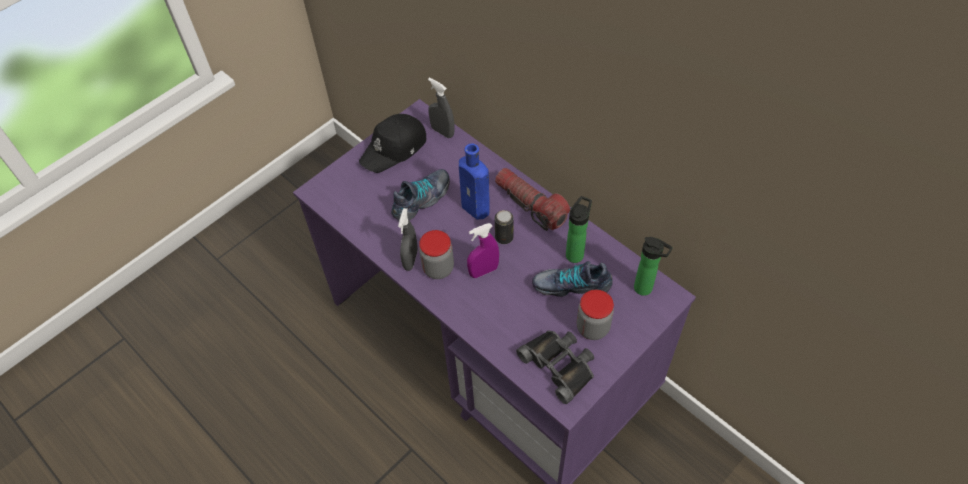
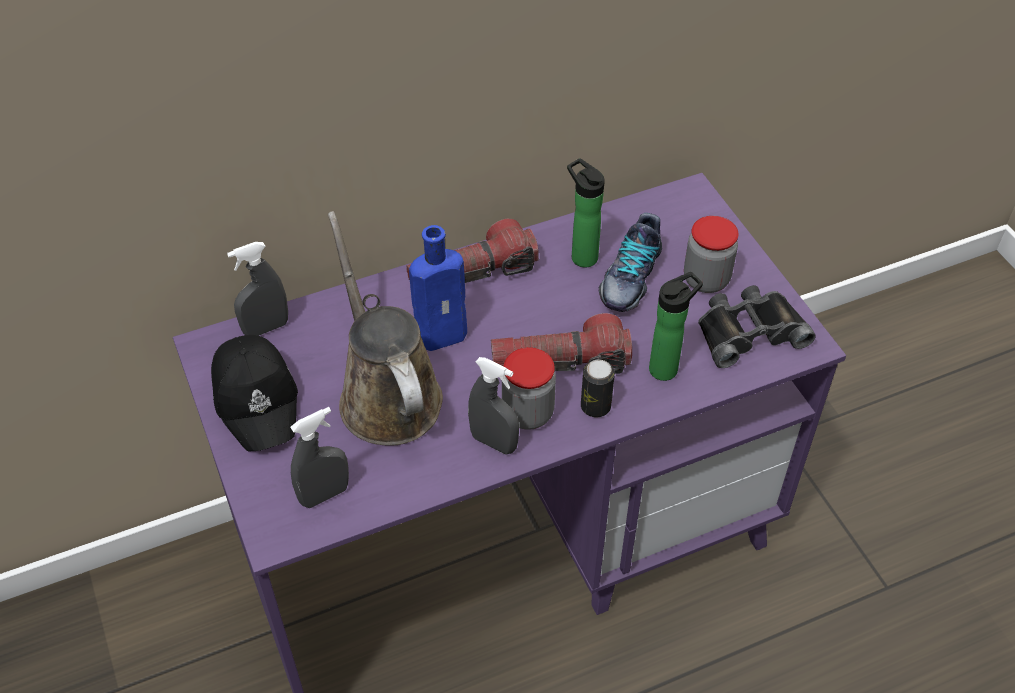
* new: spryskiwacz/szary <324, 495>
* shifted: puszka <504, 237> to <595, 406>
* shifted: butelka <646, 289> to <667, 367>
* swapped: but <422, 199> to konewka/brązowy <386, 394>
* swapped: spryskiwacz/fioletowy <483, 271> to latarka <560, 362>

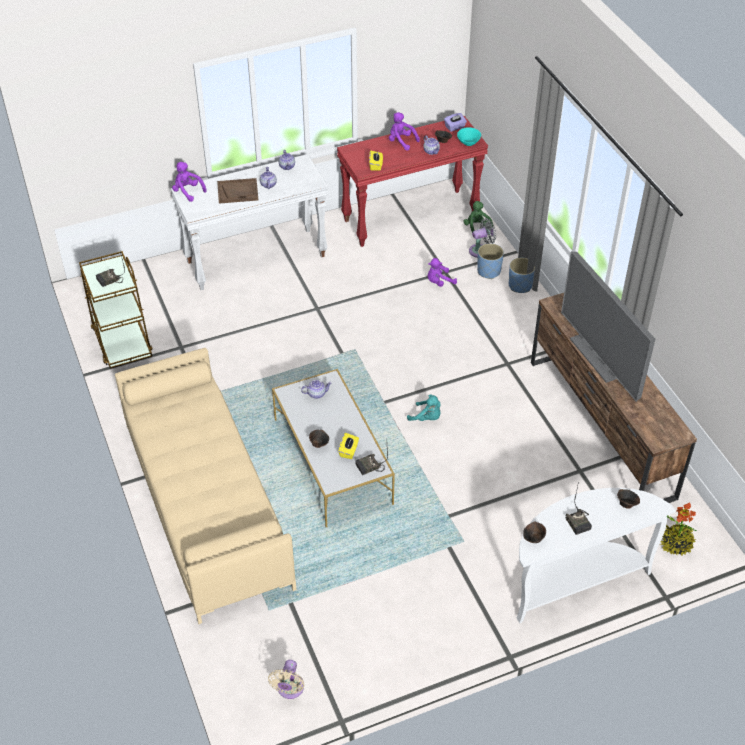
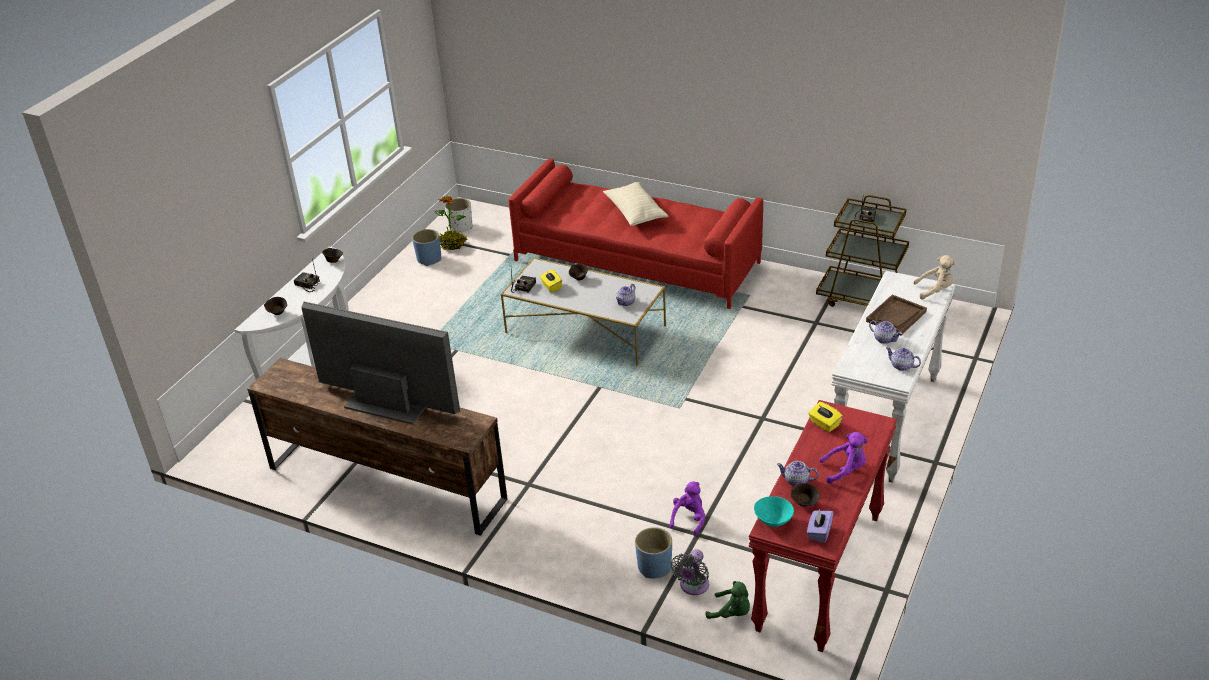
* gone: pluszak/turkusowy <427, 418>
* new: poduszka/beżowy <635, 213>
* shifted: donica/niebieski <520, 286> to <429, 259>
* shifted: roślina doniczkowa <676, 544> to <453, 245>
* swapped: wentylator/beżowy <289, 689> to donica/biały <460, 227>
* repainted: kanapa/beżowy <205, 503> to kanapa/czerwony <637, 261>
* repainted: pluszak/fioletowy <187, 191> to pluszak/beżowy <935, 290>

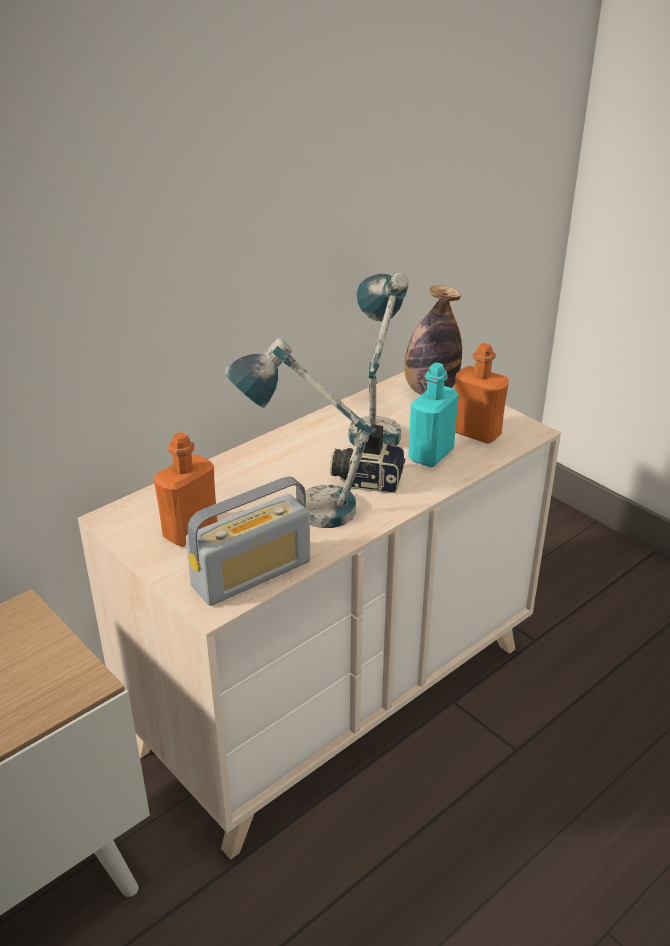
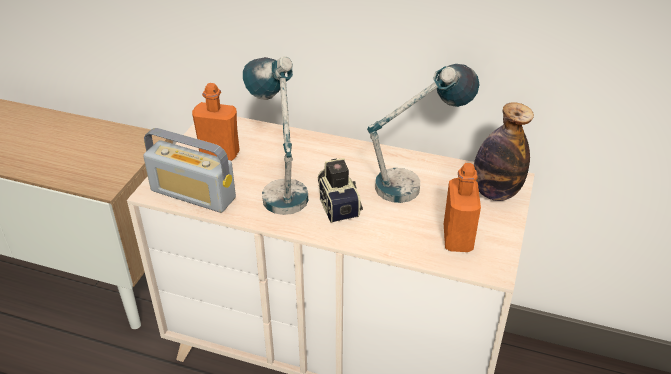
* gone: butelka/turkusowy <431, 455>

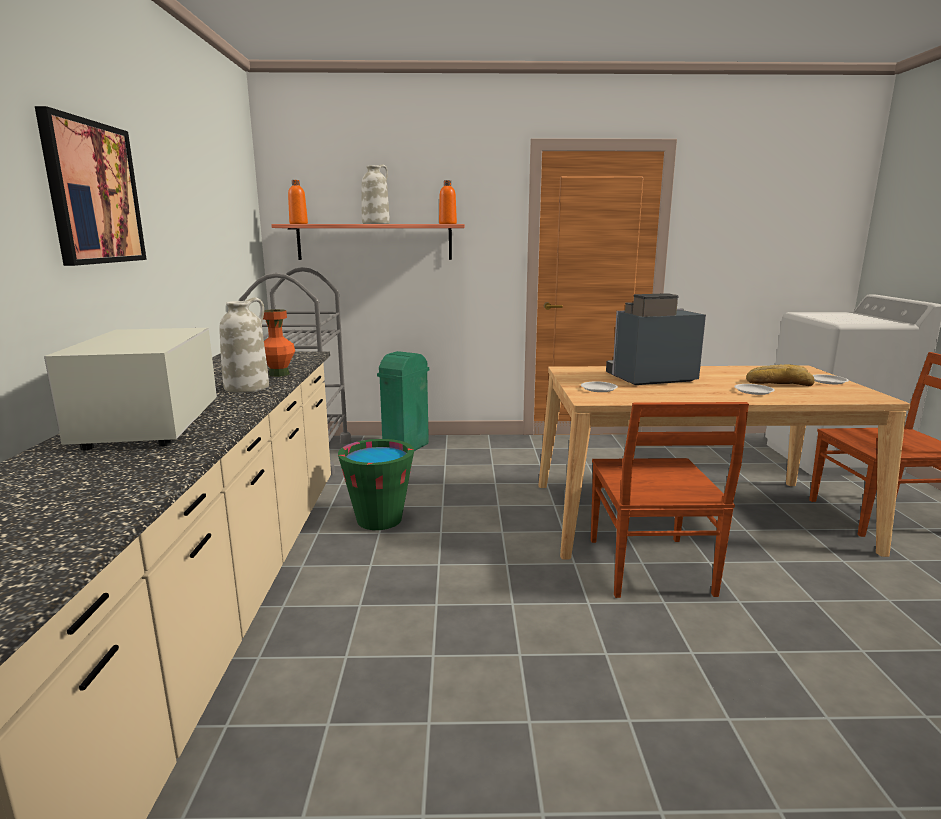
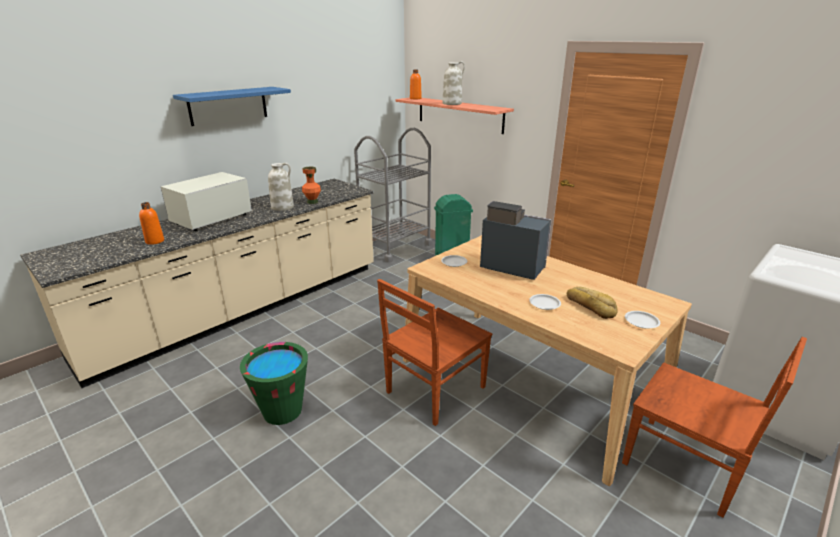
* shifted: wiadro/zielony <379, 520> to <282, 411>
* shifted: butelka/pomarańczowy <447, 224> to <155, 241>
* swapped: obraz <93, 193> to półka/niebieski <228, 105>

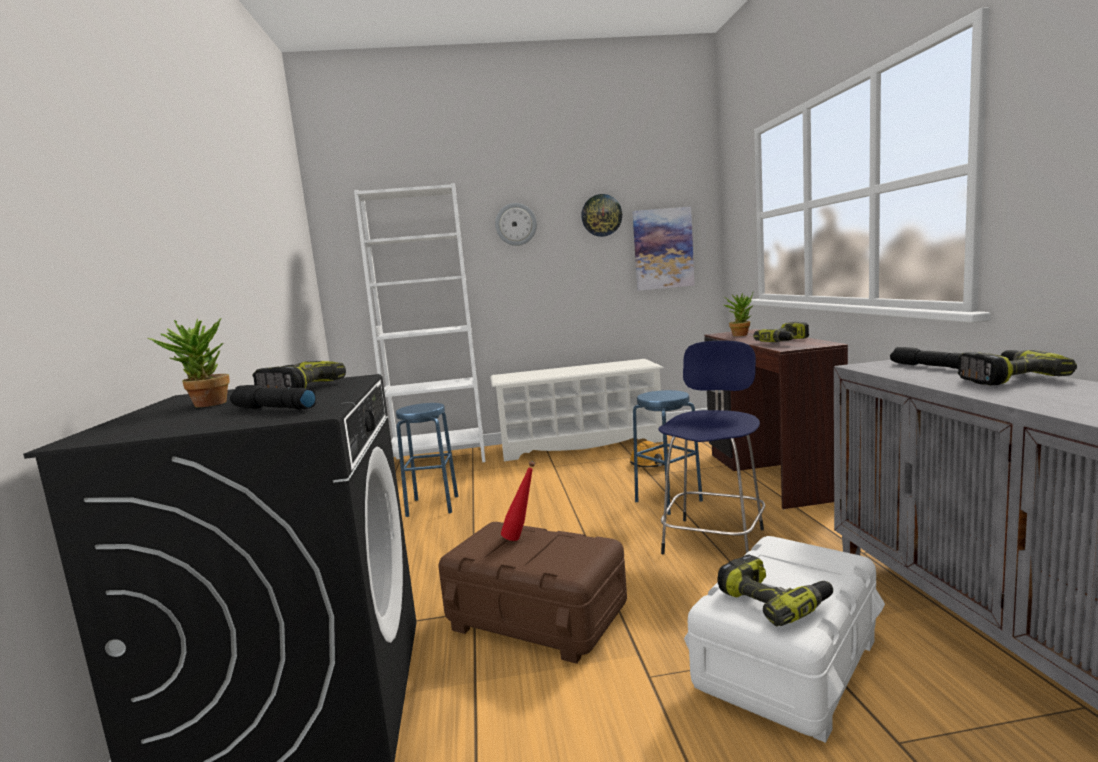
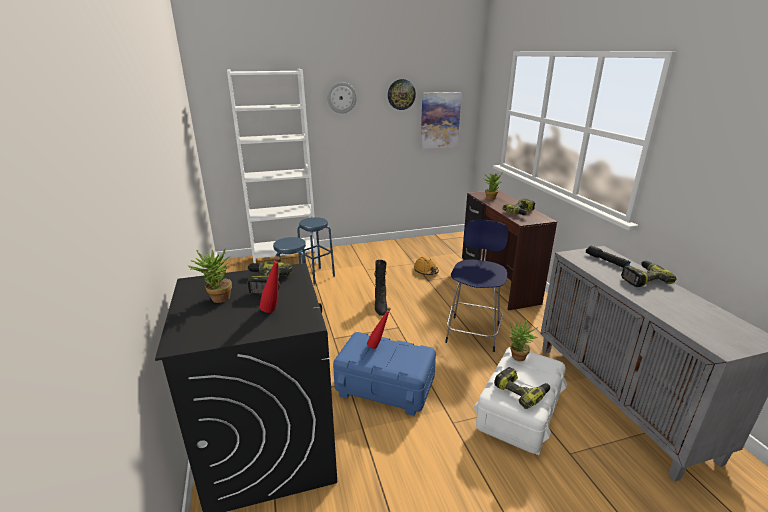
* gone: regał na buty/biały <580, 444>
* new: but z cholewką/czarny <380, 306>
* new: roślina doniczkowa <517, 358>
* shifted: stołek/niebieski <668, 501> to <317, 275>
* swapped: latarka/czarny <273, 409> to butelka/czerwony <274, 312>
* repainted: pojemnik do przechowywania/brązowy <536, 617> to pojemnik do przechowywania/niebieski <385, 387>

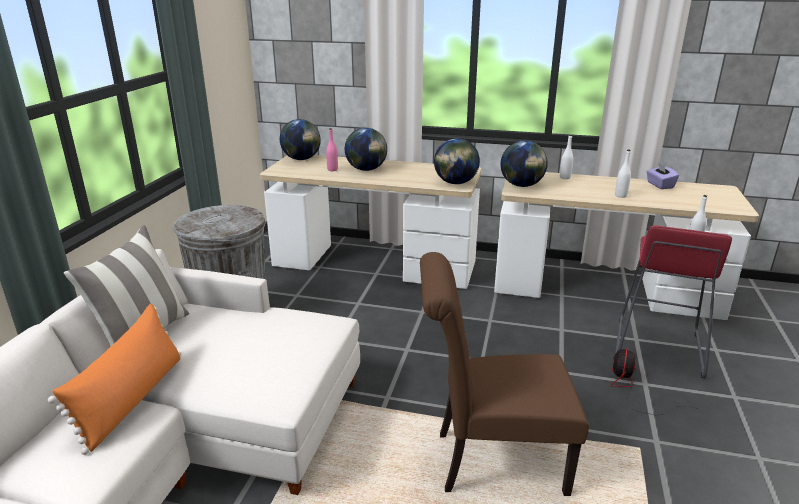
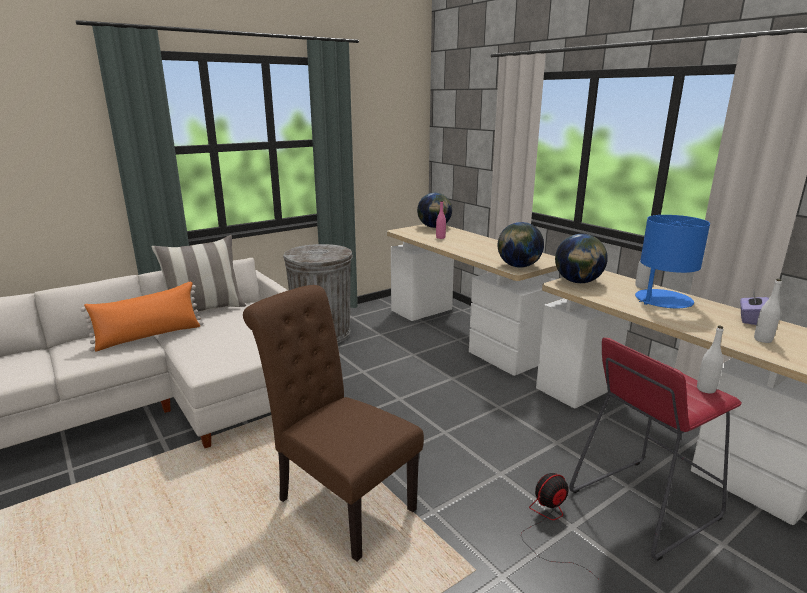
* gone: globus <366, 169>
* new: lampa stołowa/niebieski <662, 300>
* shifted: butelka/biały <620, 196> to <762, 340>

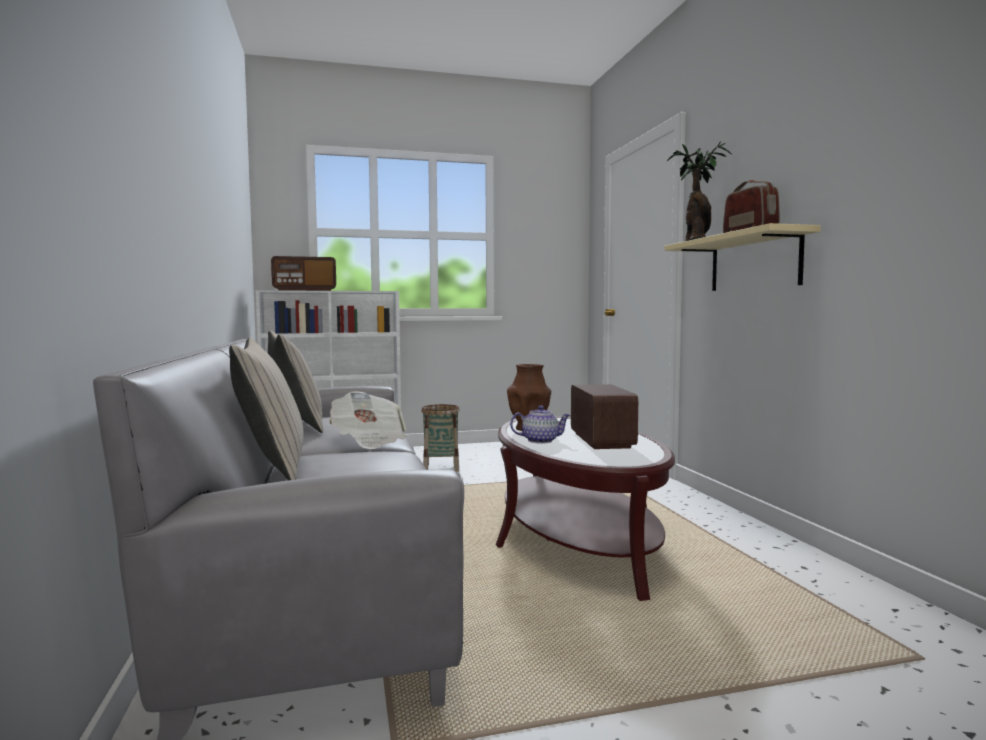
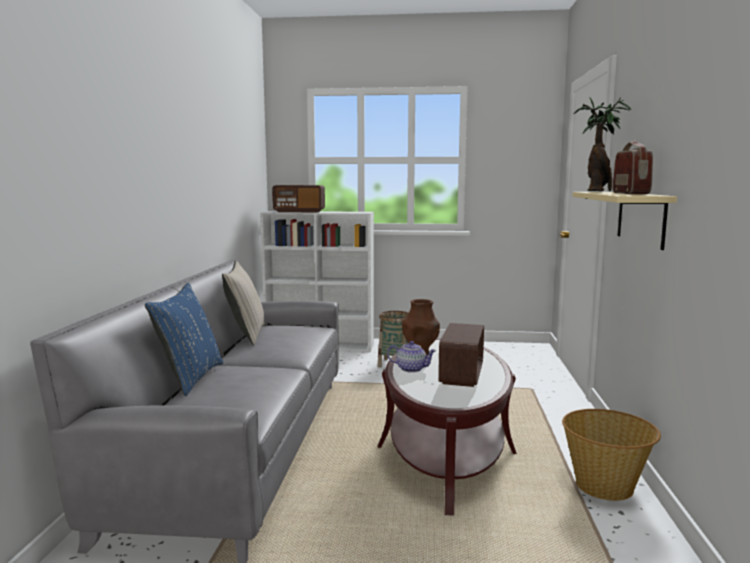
* gone: gazeta <368, 441>
* new: koszyk <605, 486>
* repainted: poduszka/beżowy <272, 468> to poduszka/niebieski <189, 378>

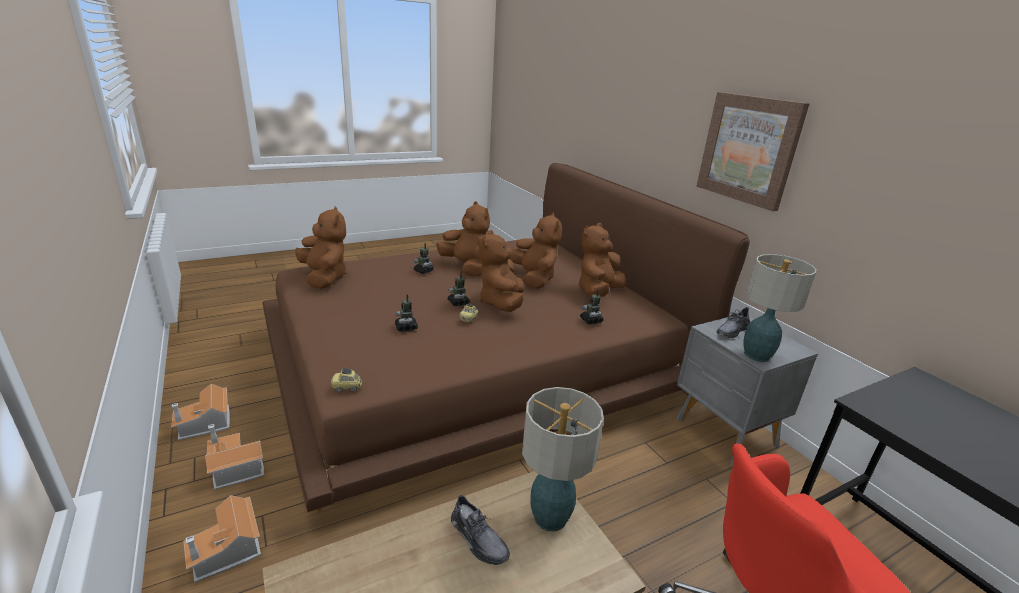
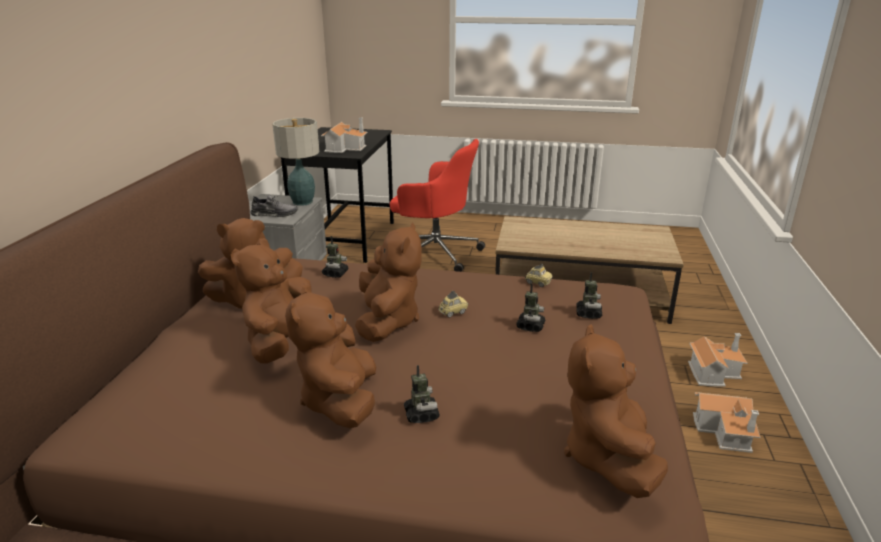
* gone: but/szary <478, 539>
* gone: lampa stołowa <551, 517>
* gone: obraz <749, 149>
* shifted: domek <206, 424> to <345, 148>
* shifted: samochodzik <347, 387> to <538, 283>
* shifted: robot zabawkowy <458, 303> to <588, 314>
* rotated: pluszak/brązowy <501, 303> = <387, 322> 45 degrees counterclockwise

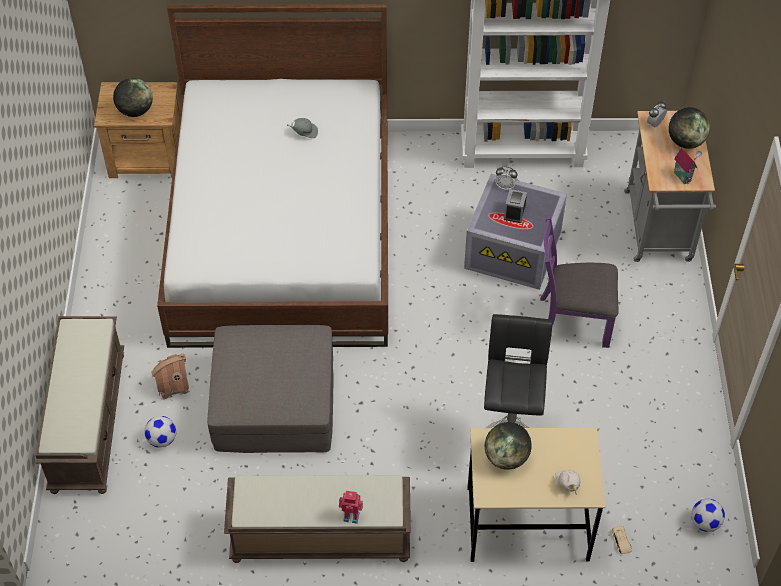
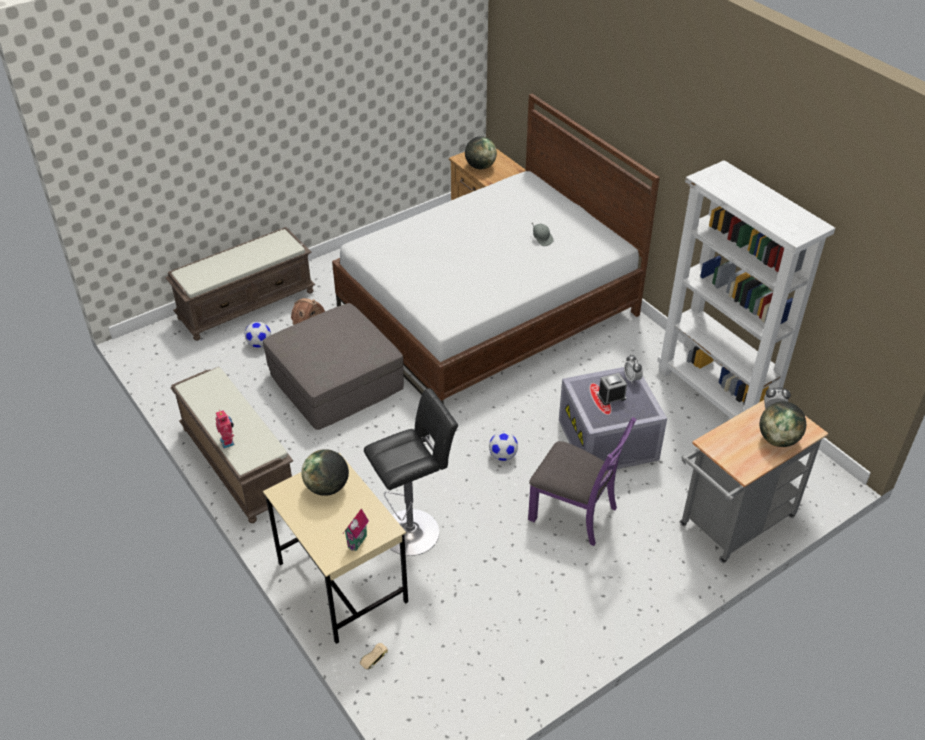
* gone: czapka z daszkiem/biały <567, 484>
* shifted: domek <683, 176> to <358, 542>
* shifted: piłka futbolowa <705, 523> to <502, 456>
* rotated: krzesło/fioletowy <573, 321> = <574, 513> 150 degrees clockwise

